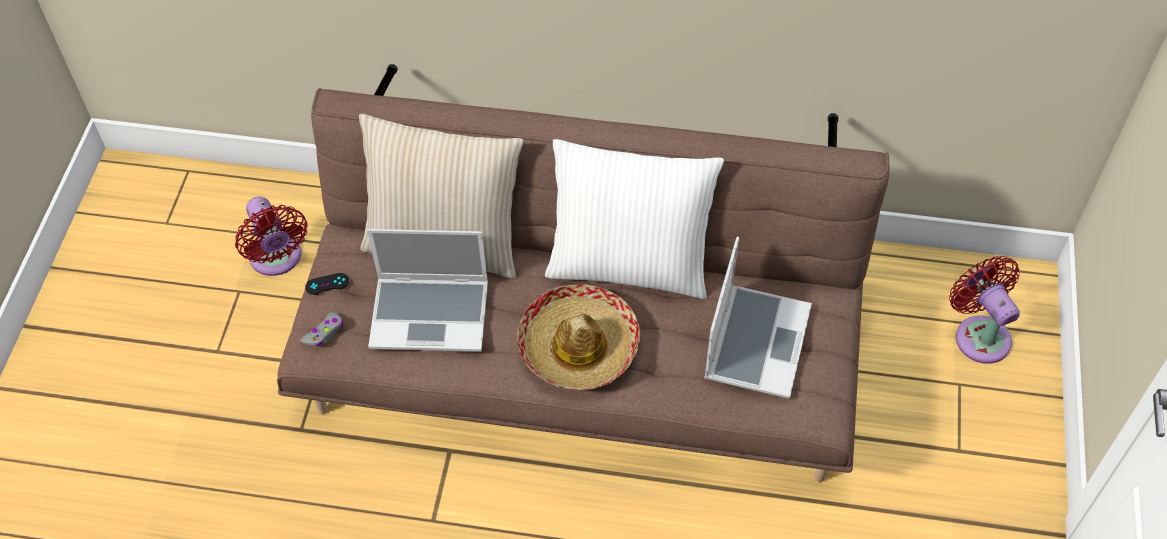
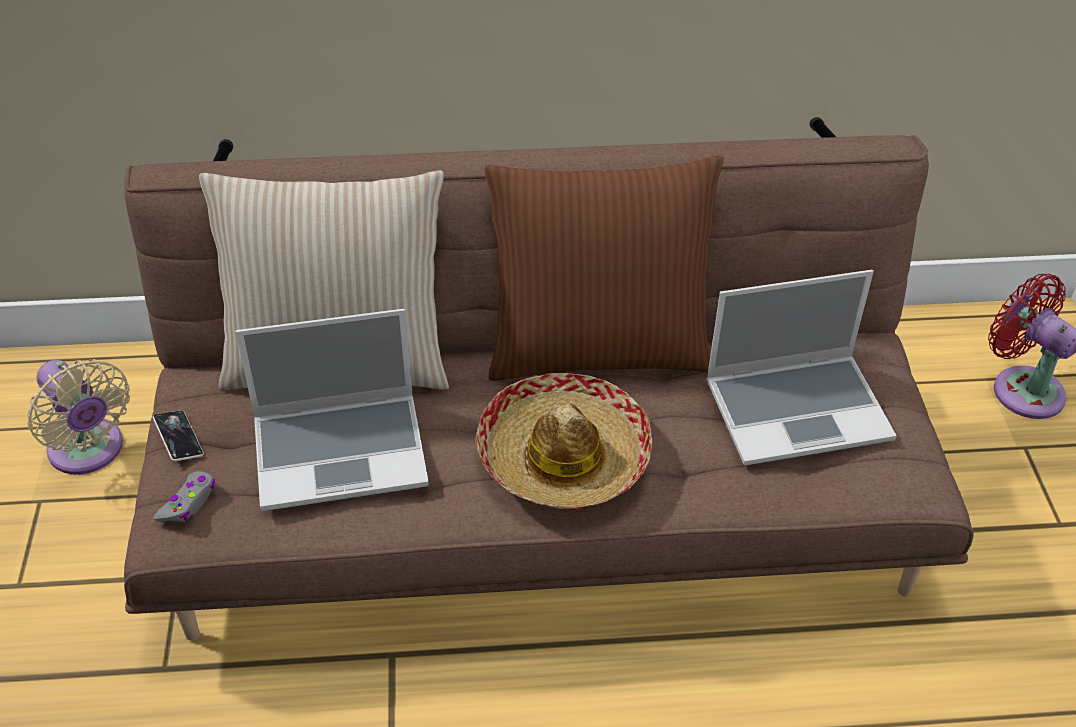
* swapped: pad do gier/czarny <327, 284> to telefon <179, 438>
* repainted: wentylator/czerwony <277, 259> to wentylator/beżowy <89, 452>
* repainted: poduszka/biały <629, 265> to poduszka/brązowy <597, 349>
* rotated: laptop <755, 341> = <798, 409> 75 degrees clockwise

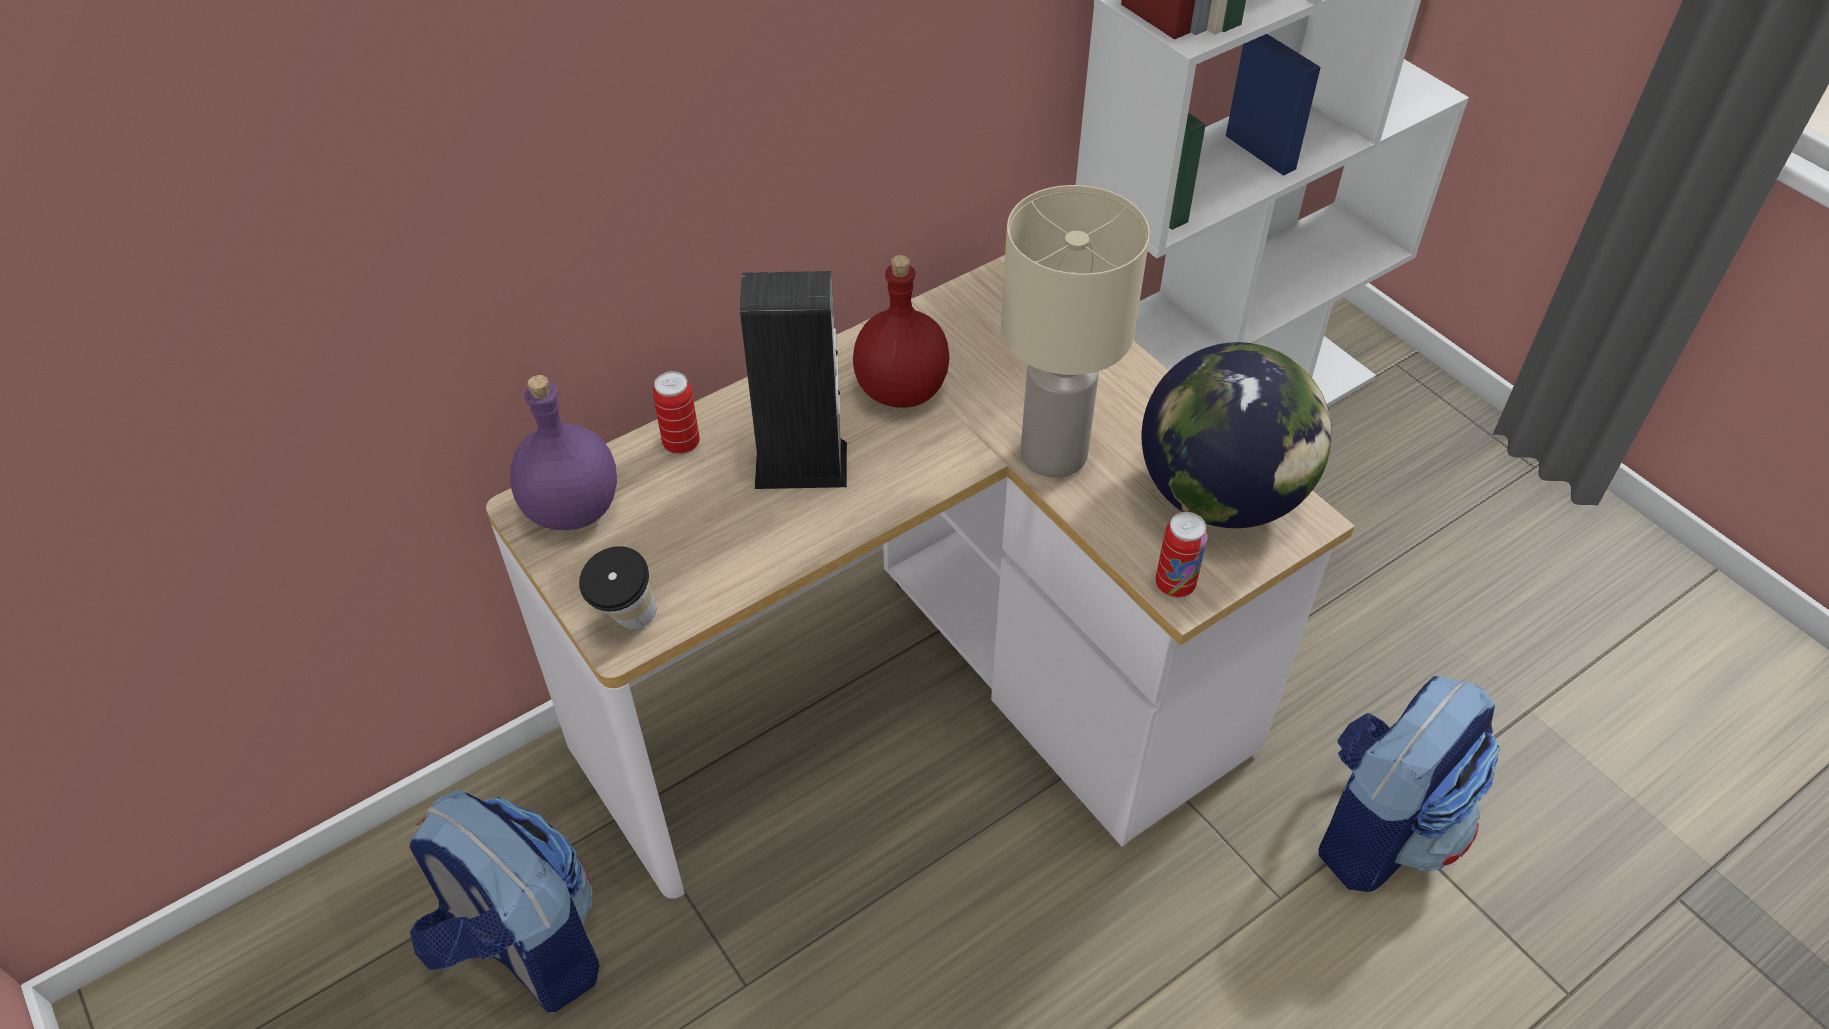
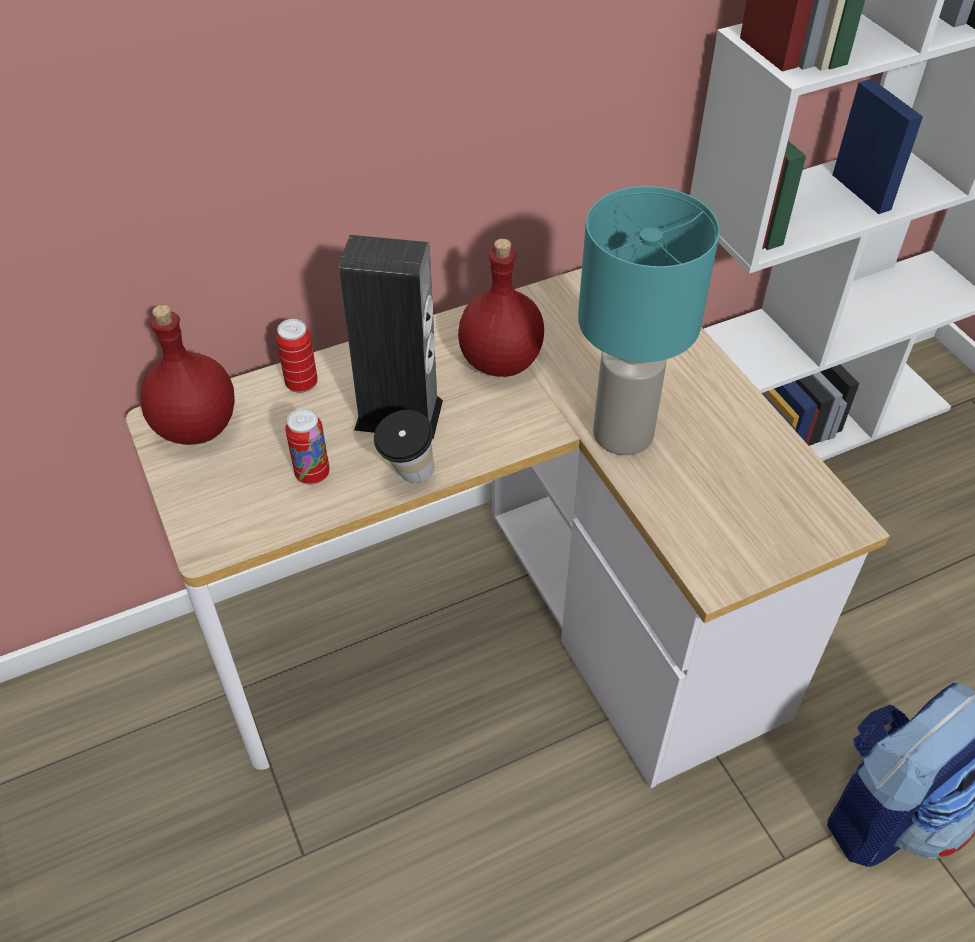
* gone: plecak <523, 947>
* gone: globus <1221, 497>
* shifted: filiżanka <627, 623> to <408, 478>
* shifted: puszka <1174, 585> to <312, 474>
* repainted: butelka/fioletowy <572, 510> to butelka/czerwony <195, 428>
* repainted: lampa stołowa/beżowy <1053, 453> to lampa stołowa/turkusowy <623, 433>

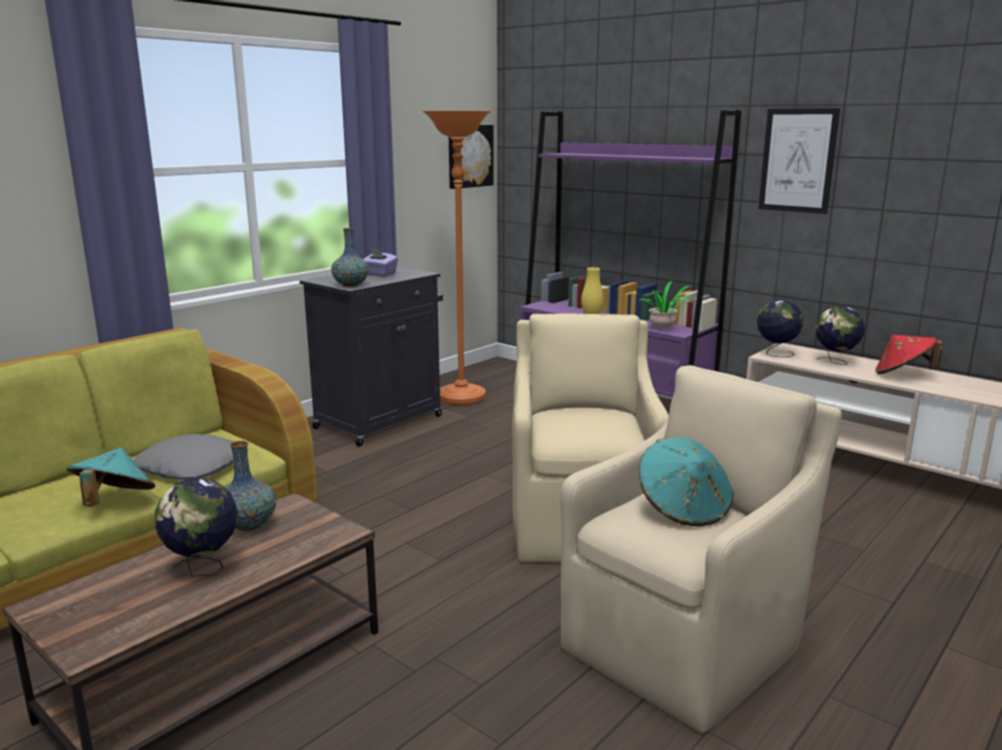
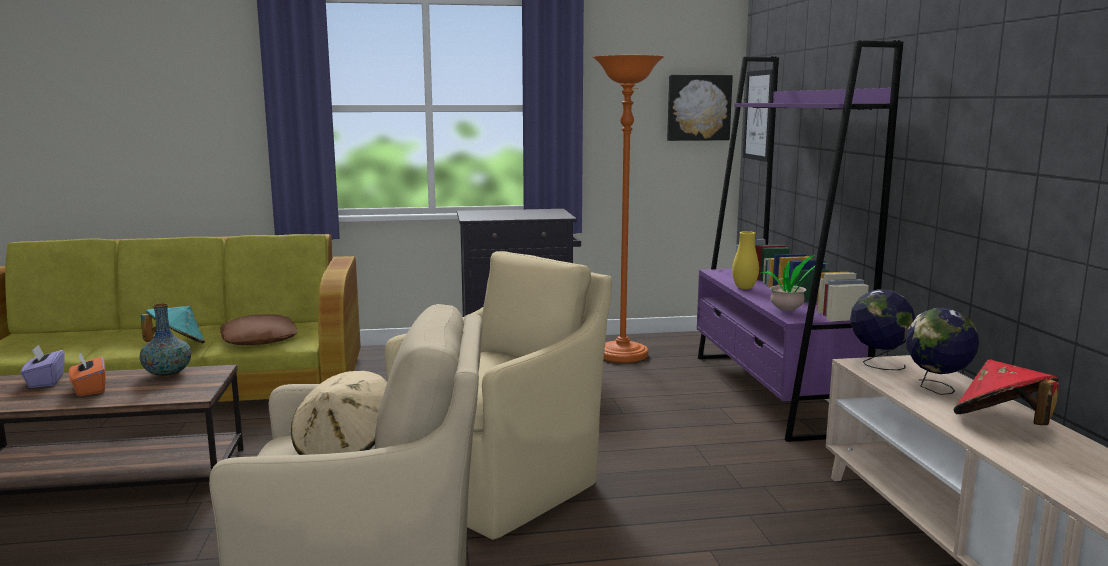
* gone: wazon <350, 285>
* shifted: pudełko chusteczek/fioletowy <379, 274> to <45, 381>
* shifted: obraz <797, 160> to <758, 115>
* swapped: globus <203, 570> to pudełko chusteczek/pomarańczowy <89, 389>
* repainted: poduszka/szary <192, 467> to poduszka/brązowy <260, 339>
* repainted: kapelusz/turkusowy <684, 508> to kapelusz/beżowy <345, 448>

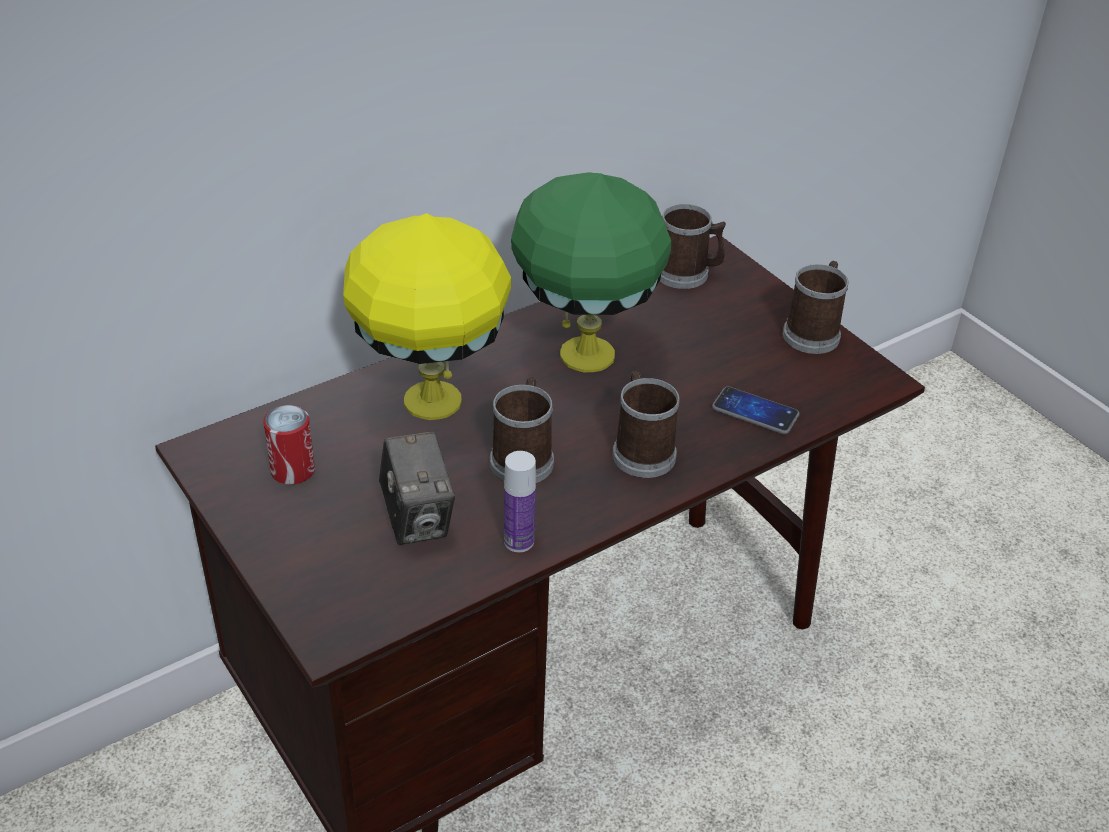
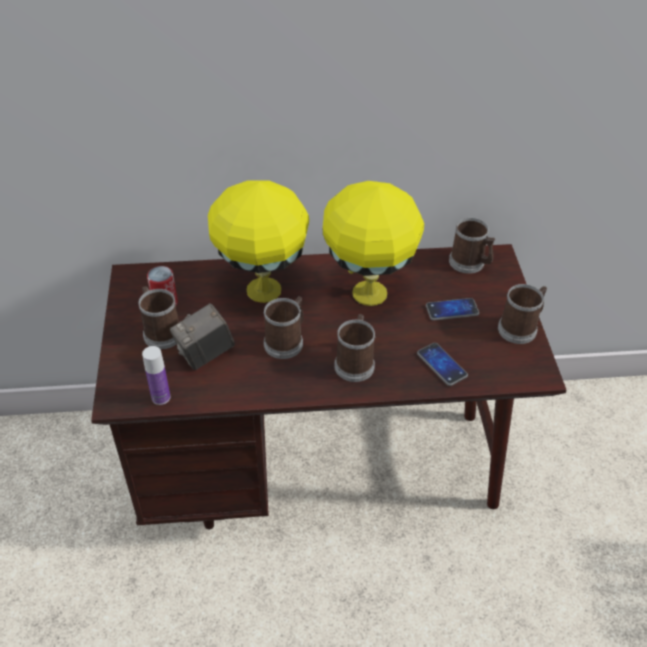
* new: kubek <160, 332>
* new: telefon <452, 310>
* shifted: butelka <519, 541> to <161, 397>
* repainted: lampa stołowa/zielony <583, 354> to lampa stołowa/żółty <367, 292>
* rotated: aparat fotograficzny <417, 519> = <205, 354> 45 degrees clockwise

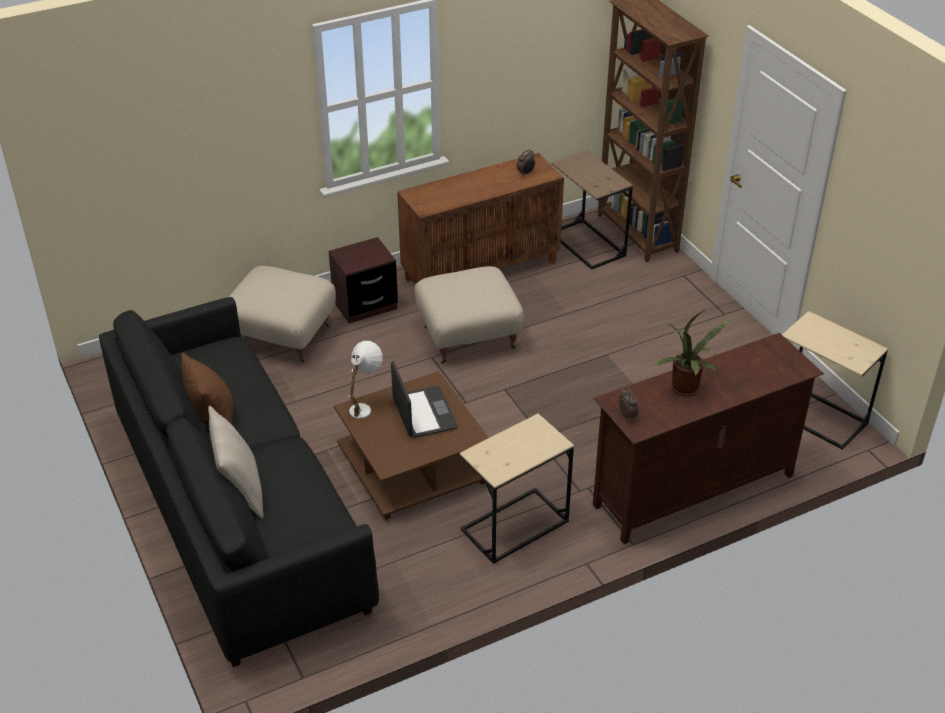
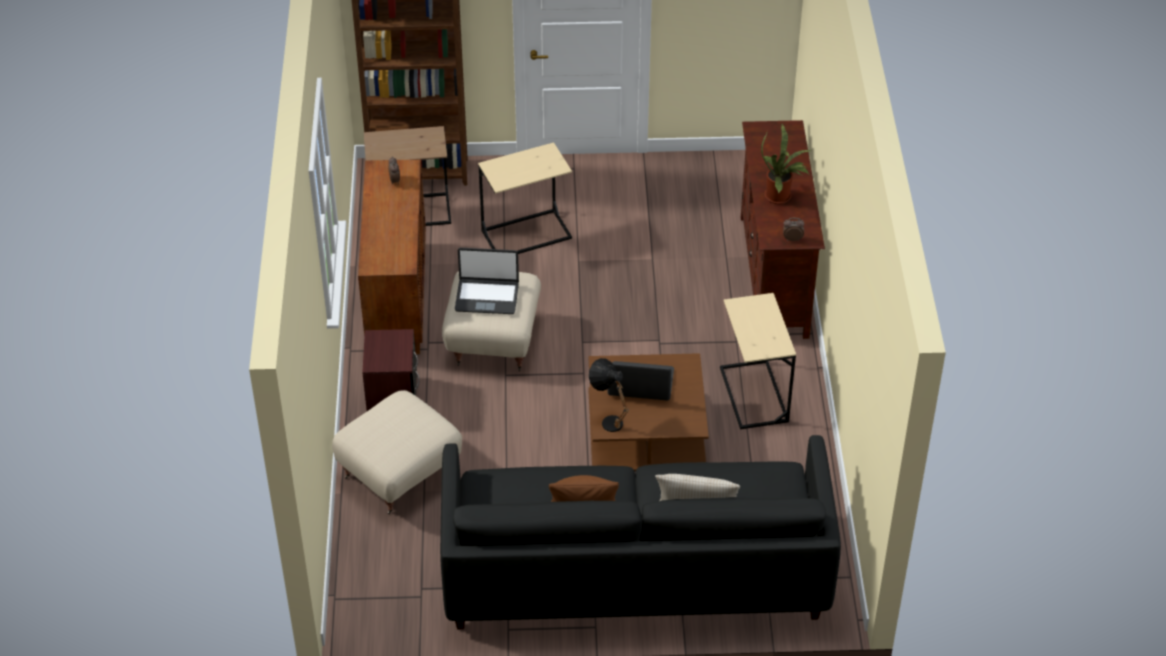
* new: laptop <487, 297>
* shifted: stolik/beżowy <817, 416> to <526, 234>
* repainted: lampa stołowa/biały <365, 406> to lampa stołowa/czarny <607, 419>

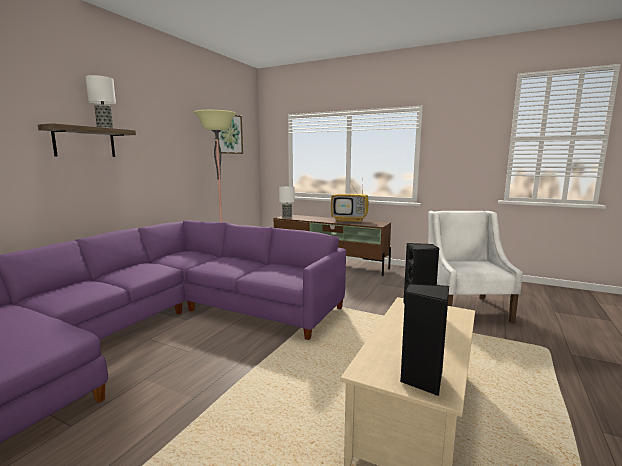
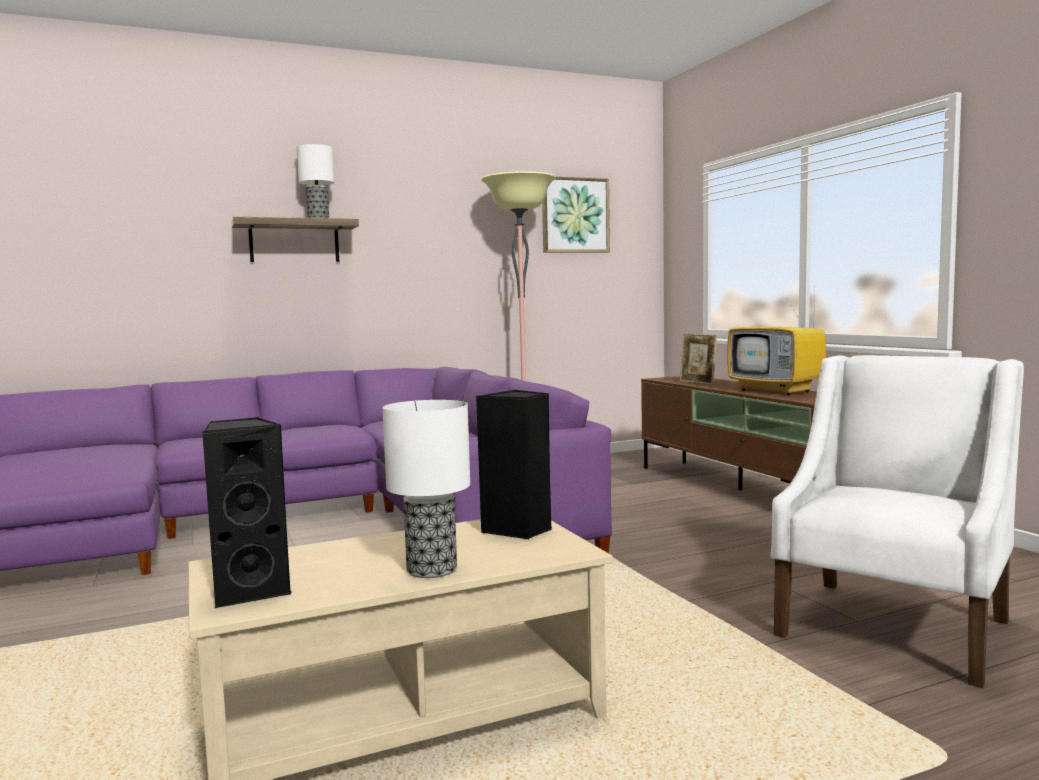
* new: ramka na zdjęcie <697, 383>
* shifted: lampa stołowa <287, 217> to <432, 569>

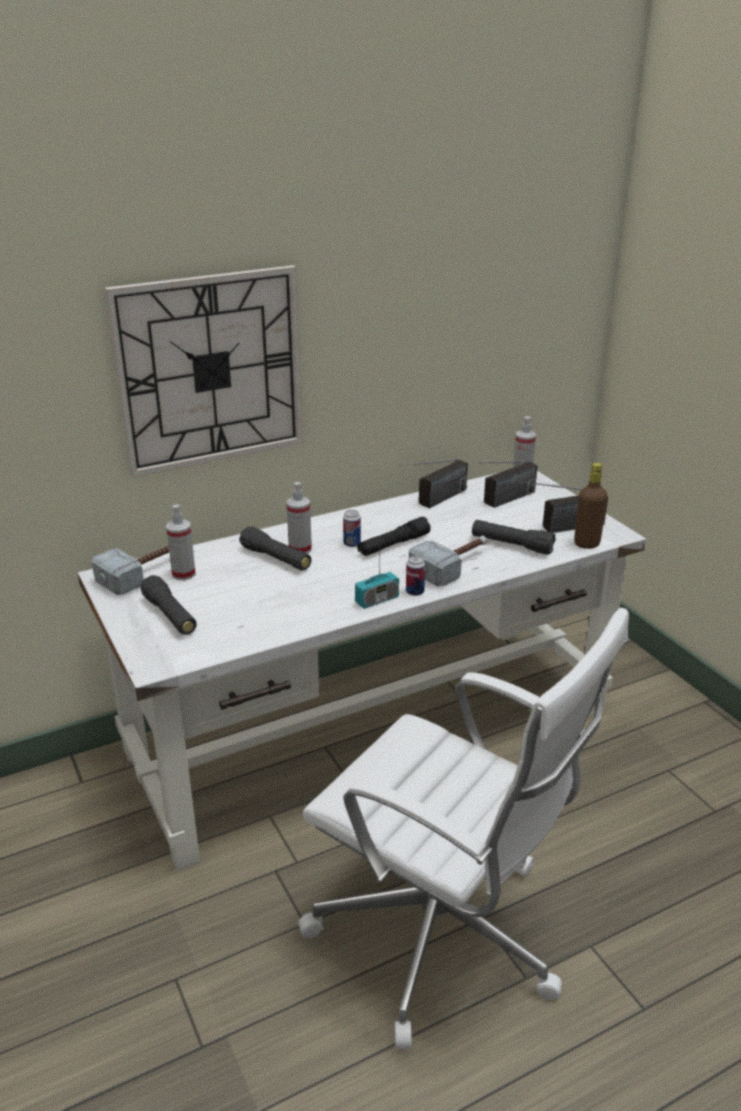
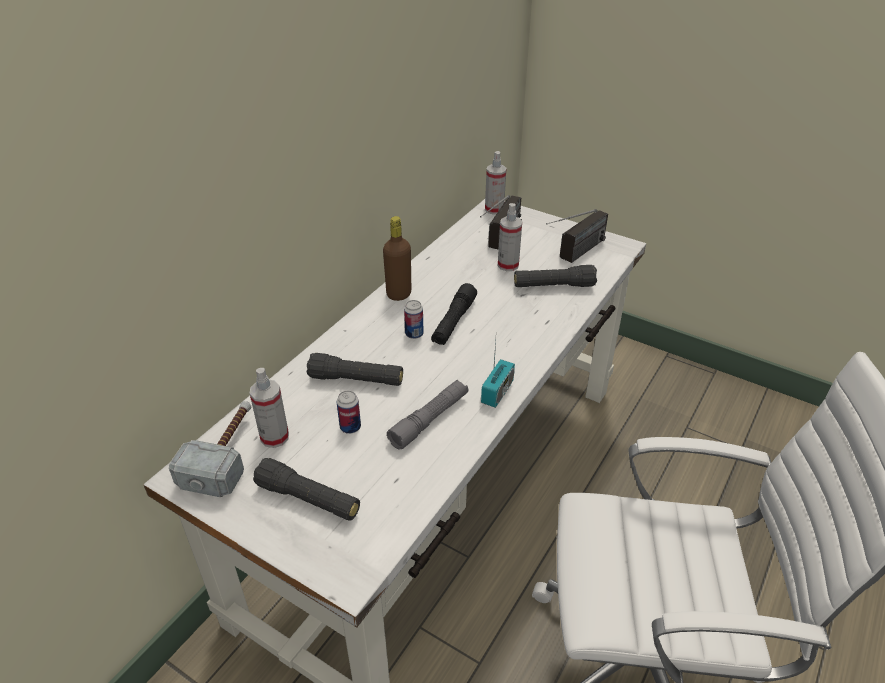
* gone: zegar ścienny <210, 370>
* gone: radio <434, 502>
* gone: młotek <453, 565>
* new: latarka/szary <429, 420>
* shifted: spryskiwacz <300, 549> to <508, 265>
* shifted: puszka <415, 592> to <350, 427>
* shifted: butelka/brązowy <586, 543> to <399, 294>

